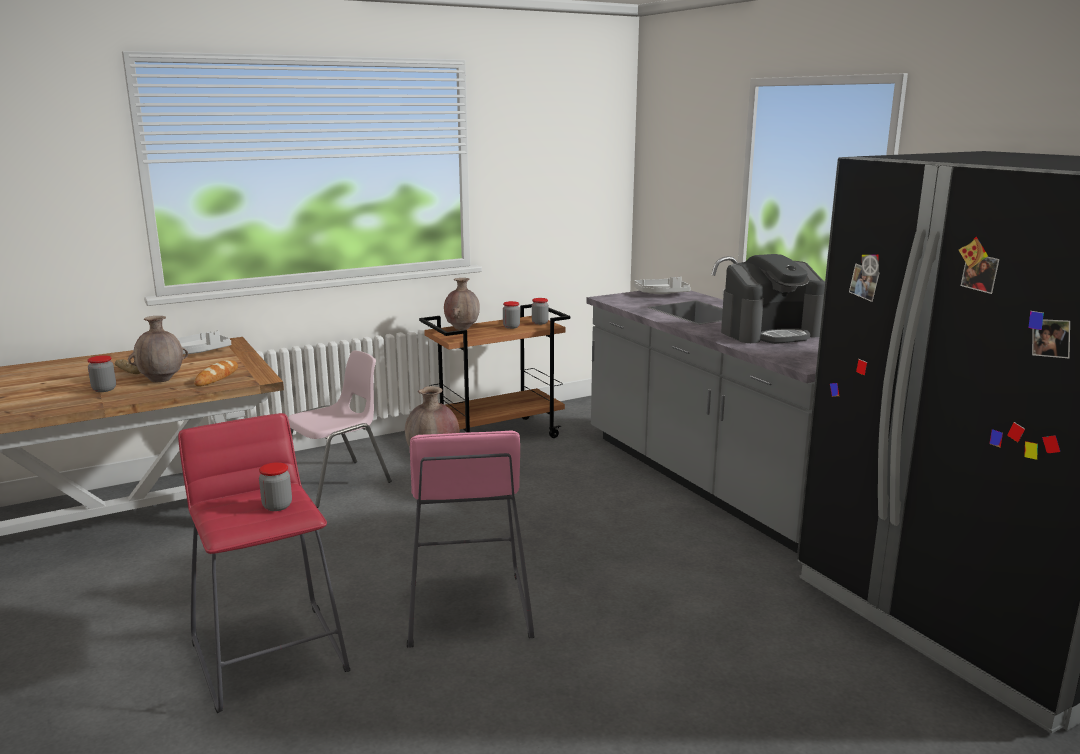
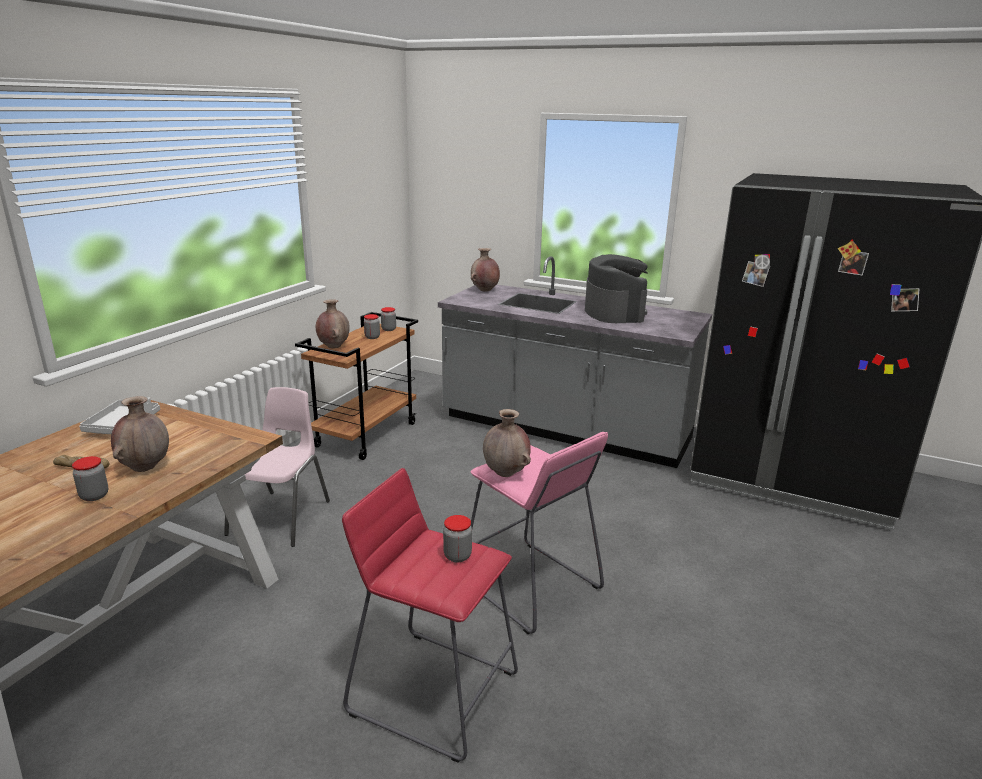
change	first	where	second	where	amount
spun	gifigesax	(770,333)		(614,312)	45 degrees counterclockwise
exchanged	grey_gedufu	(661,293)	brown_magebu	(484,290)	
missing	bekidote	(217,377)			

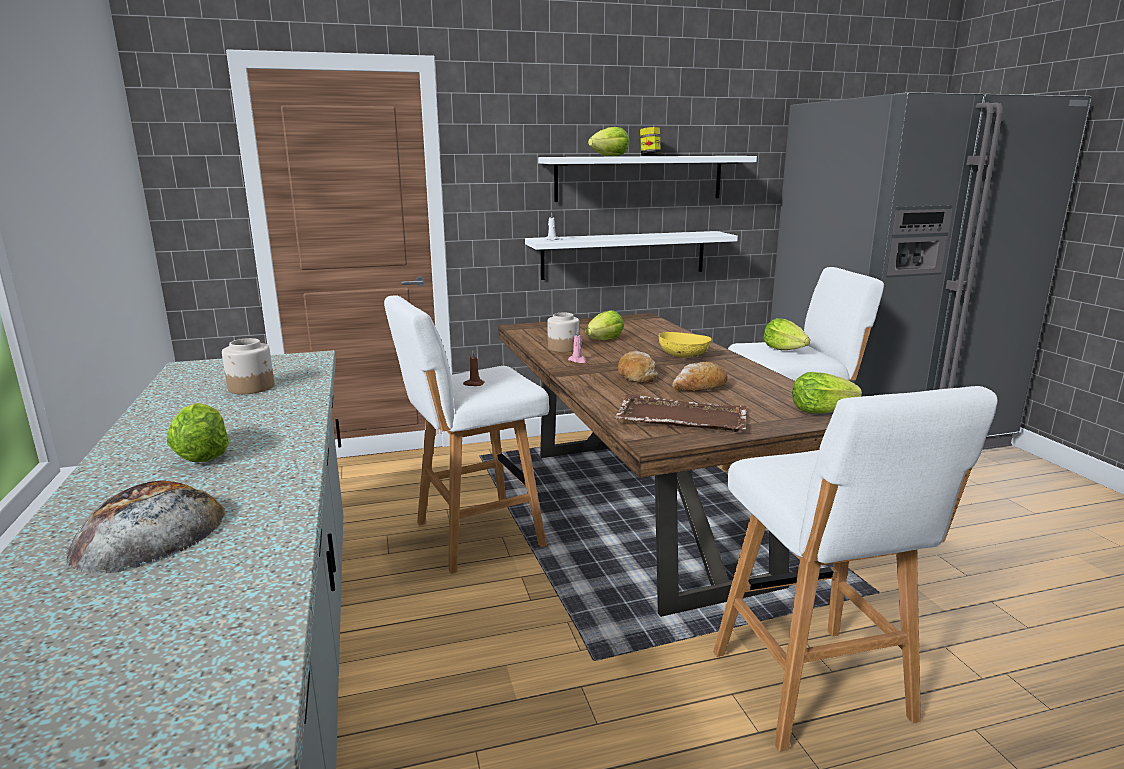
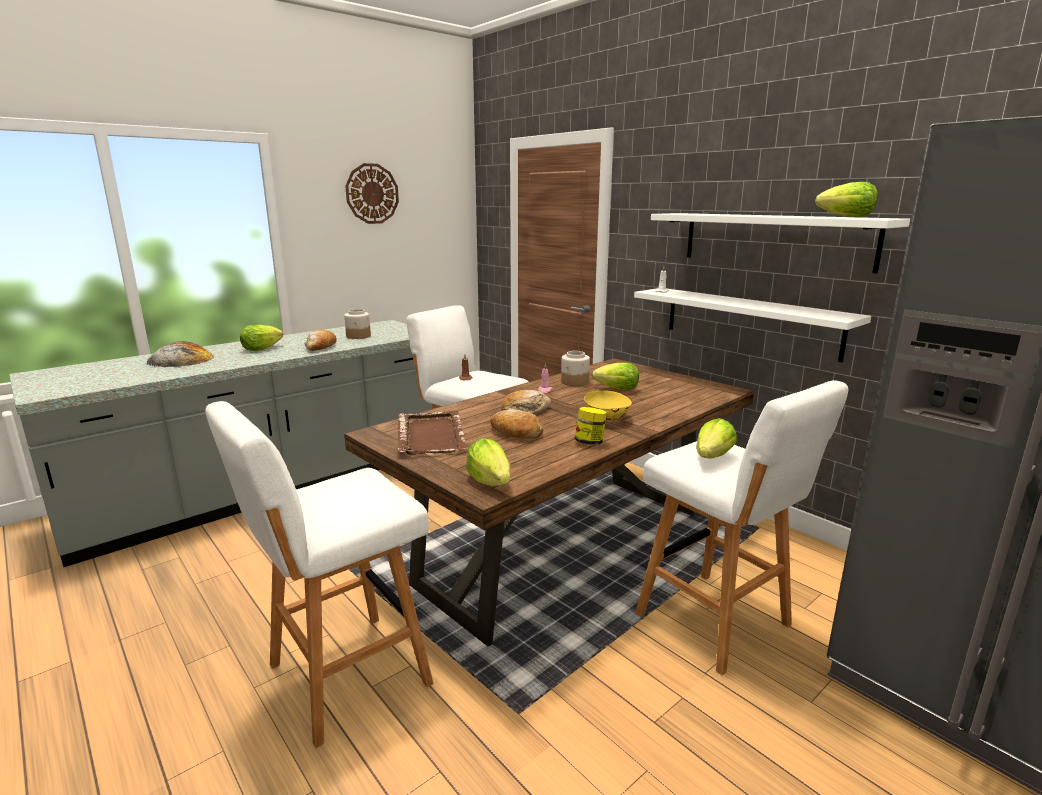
change	first	where	second	where	amount
relocated	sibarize	(610,156)		(846,217)	
relocated	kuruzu	(649,156)		(590,442)	
appeared			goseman	(372,194)	
appeared			bekidote	(320,347)	

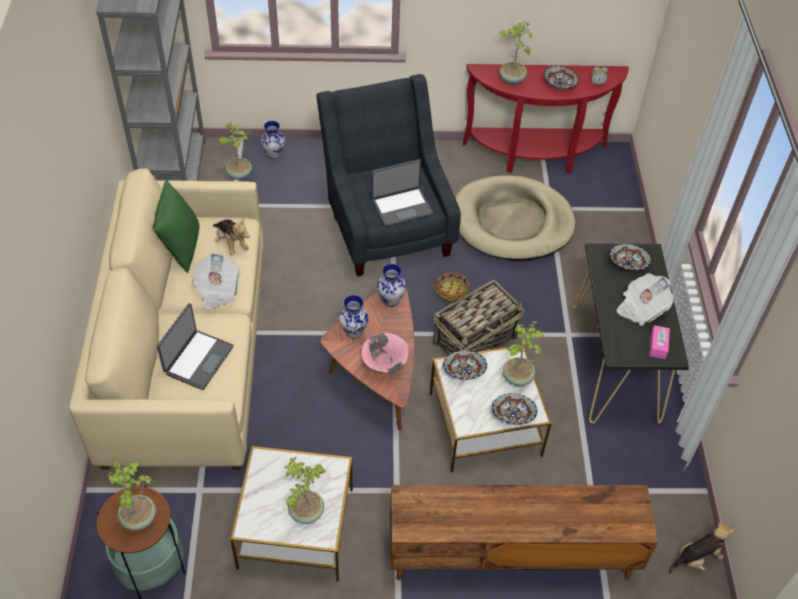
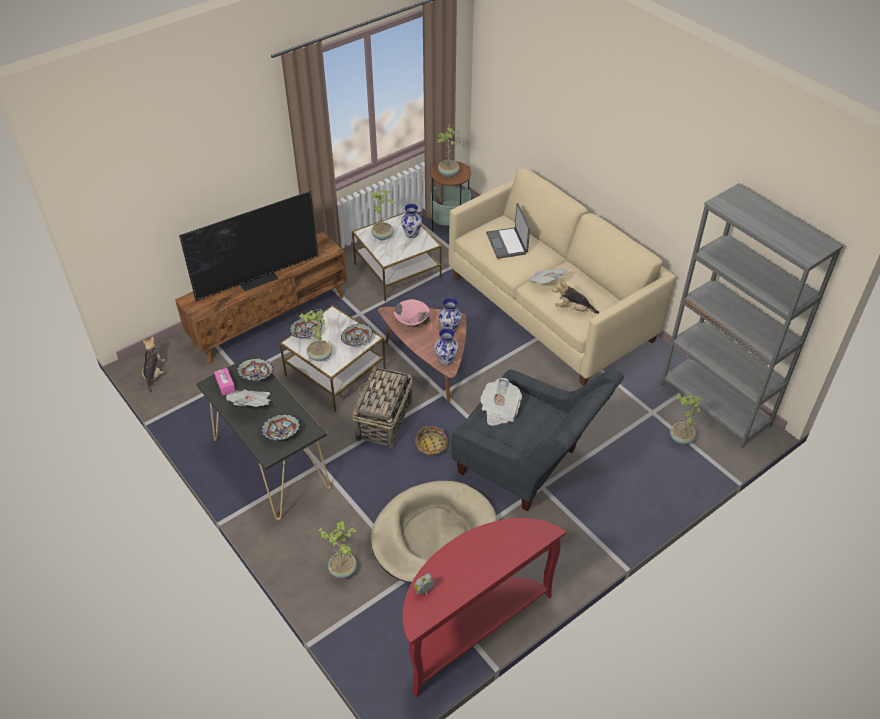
change	first	where	second	where	amount
relocated	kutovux	(511,80)		(343,569)	
relocated	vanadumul	(560,85)		(256,376)	
relocated	magebu	(273,154)		(411,234)	
exchanged	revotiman	(401,207)	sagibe	(499,410)	
missing	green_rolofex	(181,248)			
spun	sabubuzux	(697,558)		(154,374)	150 degrees clockwise
appeared			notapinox	(258,278)	

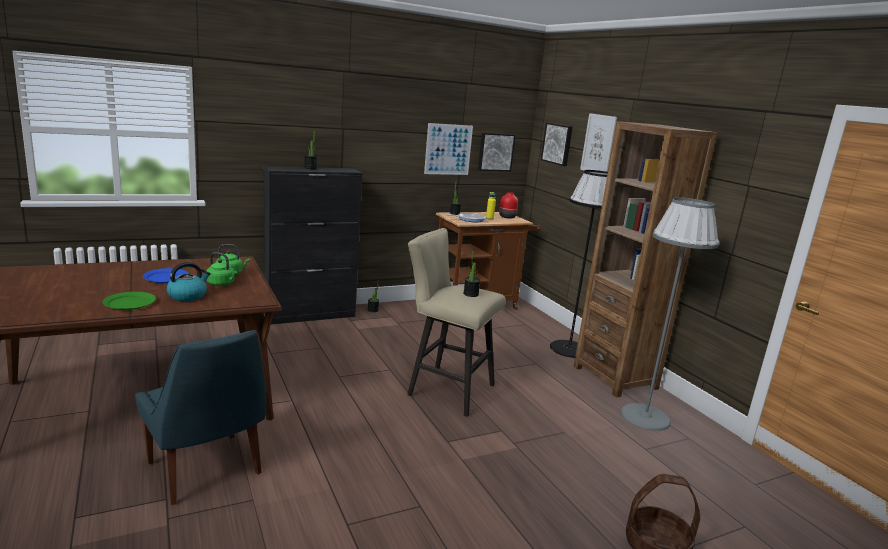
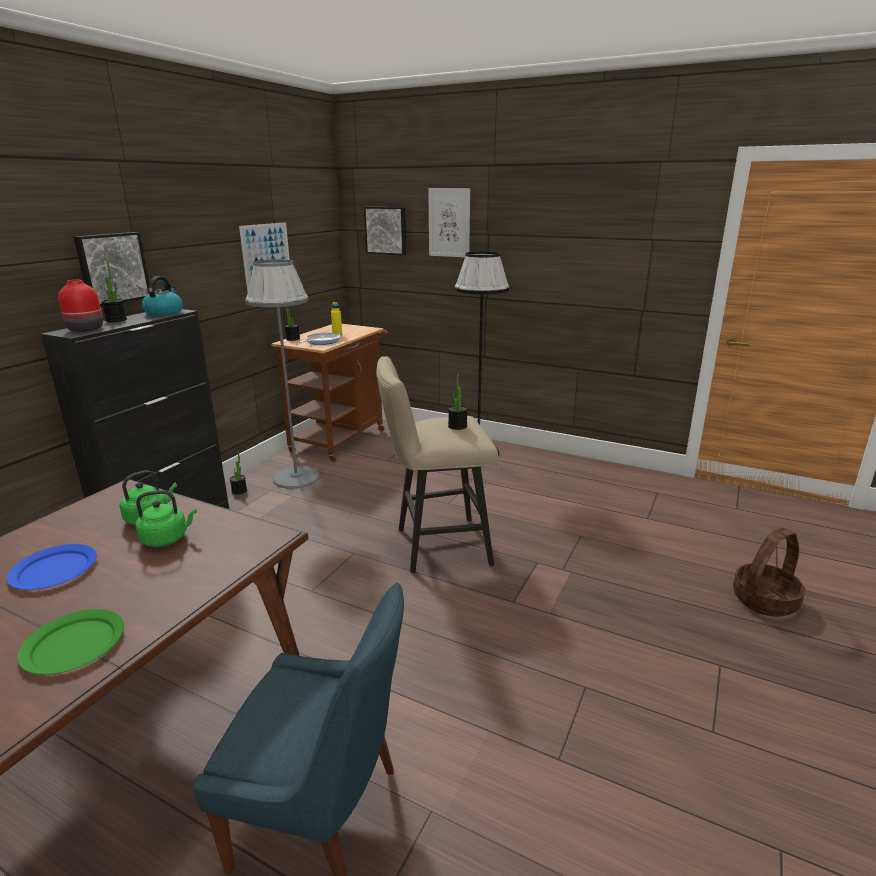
change	first	where	second	where	amount
missing	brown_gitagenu	(615,377)			
relocated	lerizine	(495,152)		(112,268)	
relocated	red_magebu	(507,217)		(86,329)	
relocated	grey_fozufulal	(644,417)		(296,478)	
relocated	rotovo	(188,296)		(164,313)	

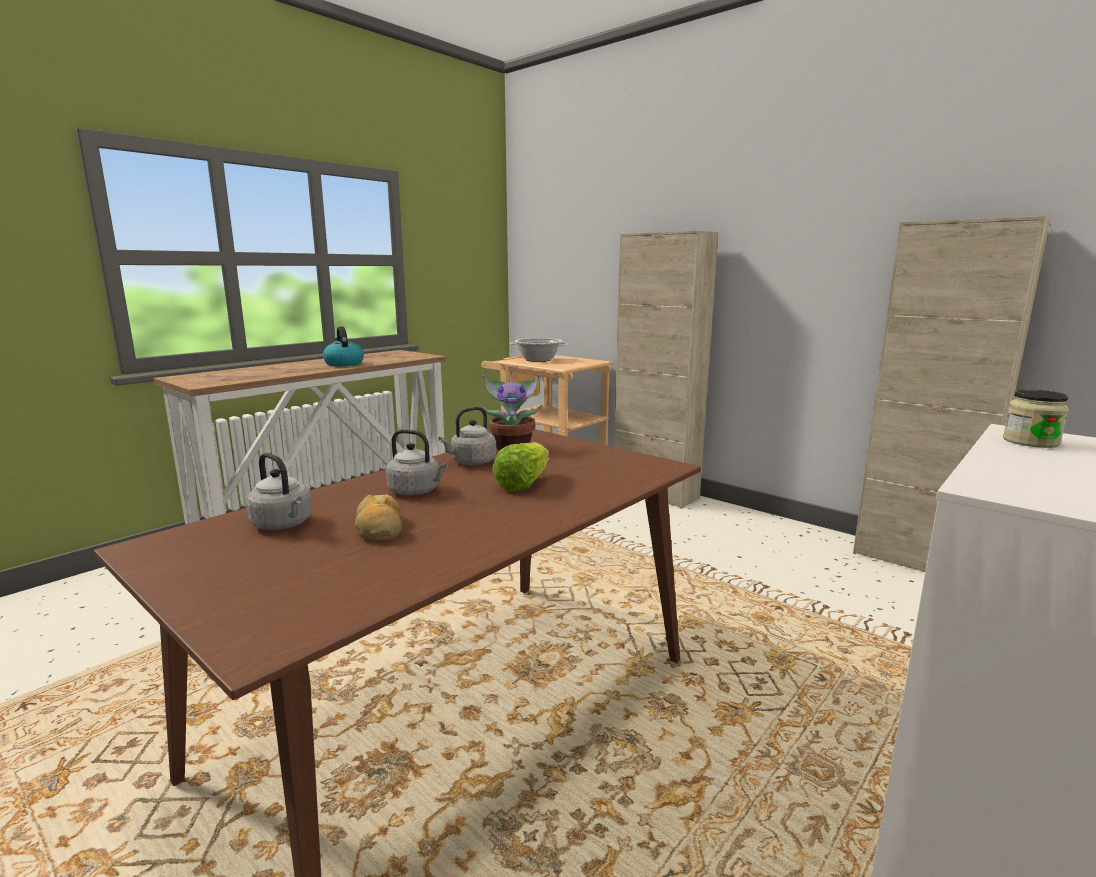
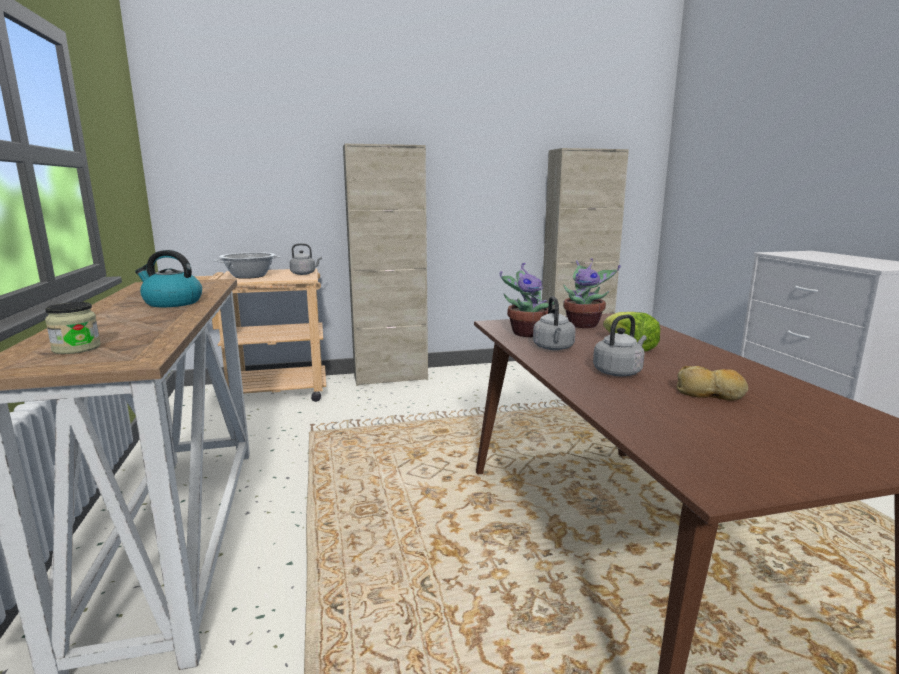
change	first	where	second	where	amount
relocated	kuruzu	(1030,441)		(76,348)	
relocated	grey_rotovo	(284,524)		(304,274)	
appeared			kutovux	(584,325)	

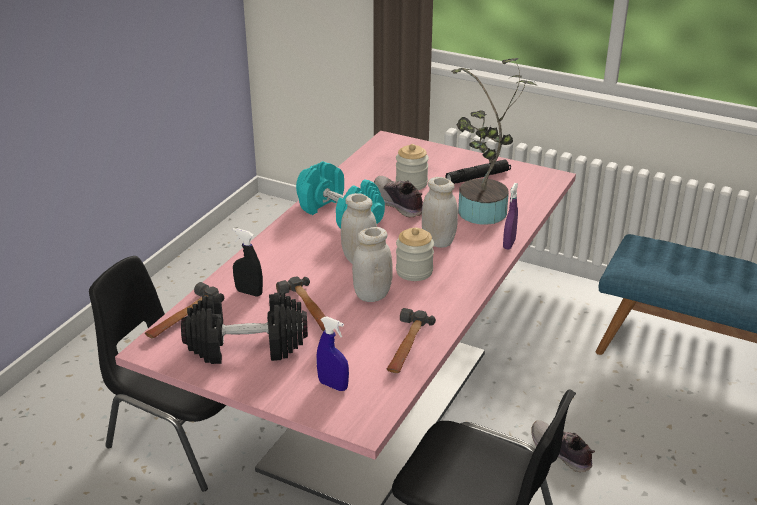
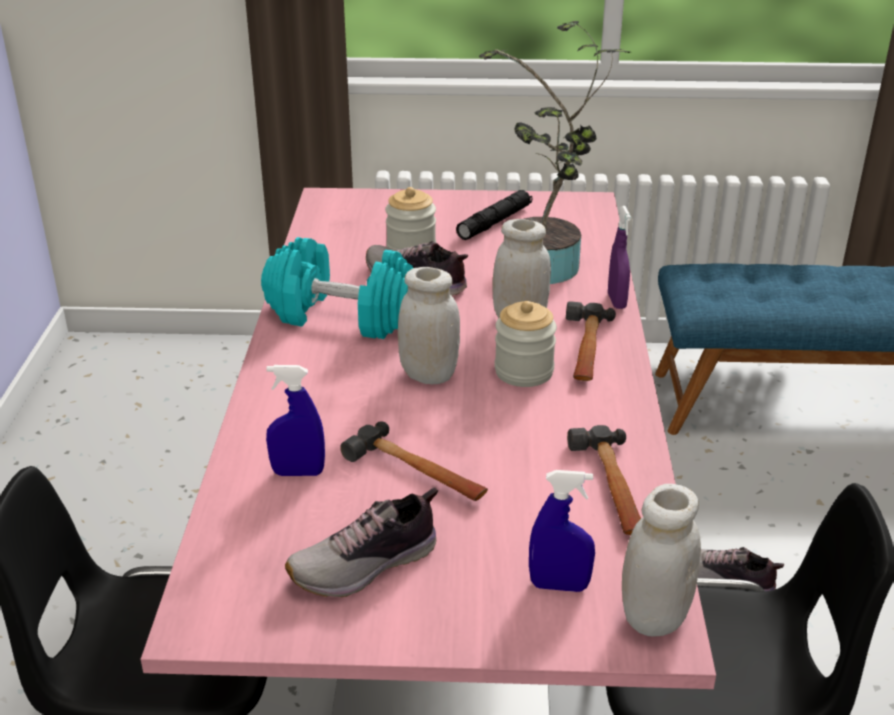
change	first	where	second	where	amount
relocated	white_kuruzu	(372,295)		(654,617)	
colour	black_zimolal	(249,292)	blue_zimolal	(298,472)	
relocated	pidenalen	(183,317)		(585,349)	
exchanged	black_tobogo	(246,347)	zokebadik	(367,565)	

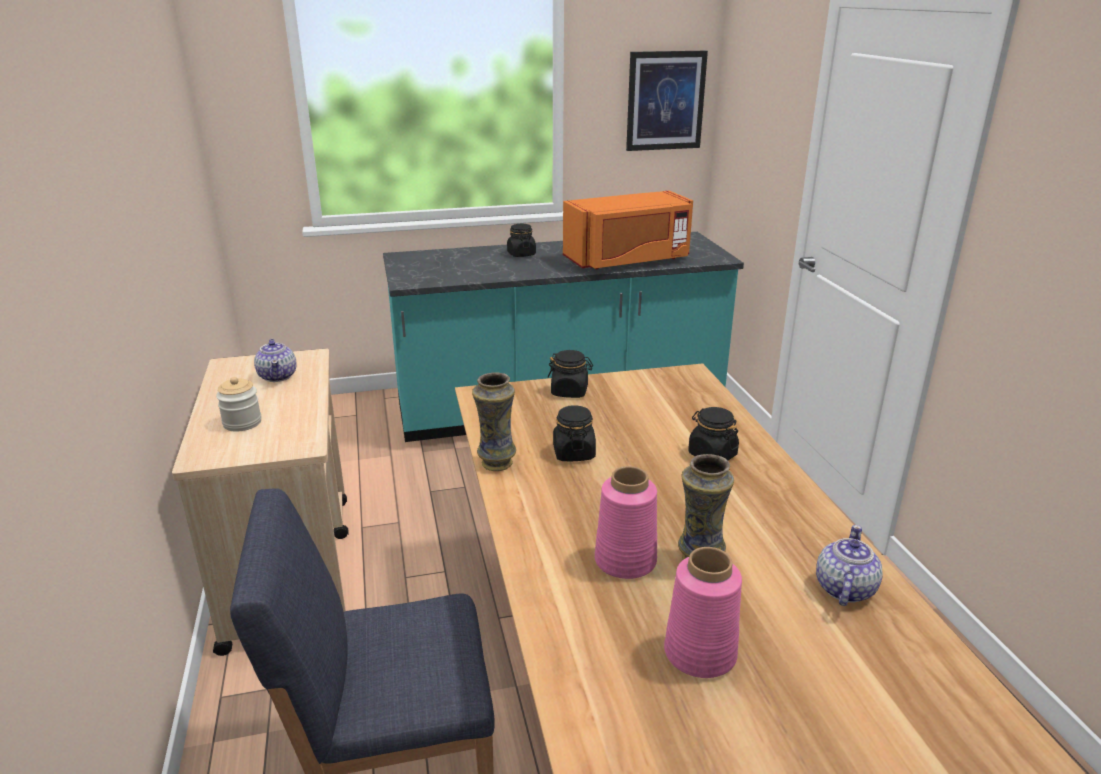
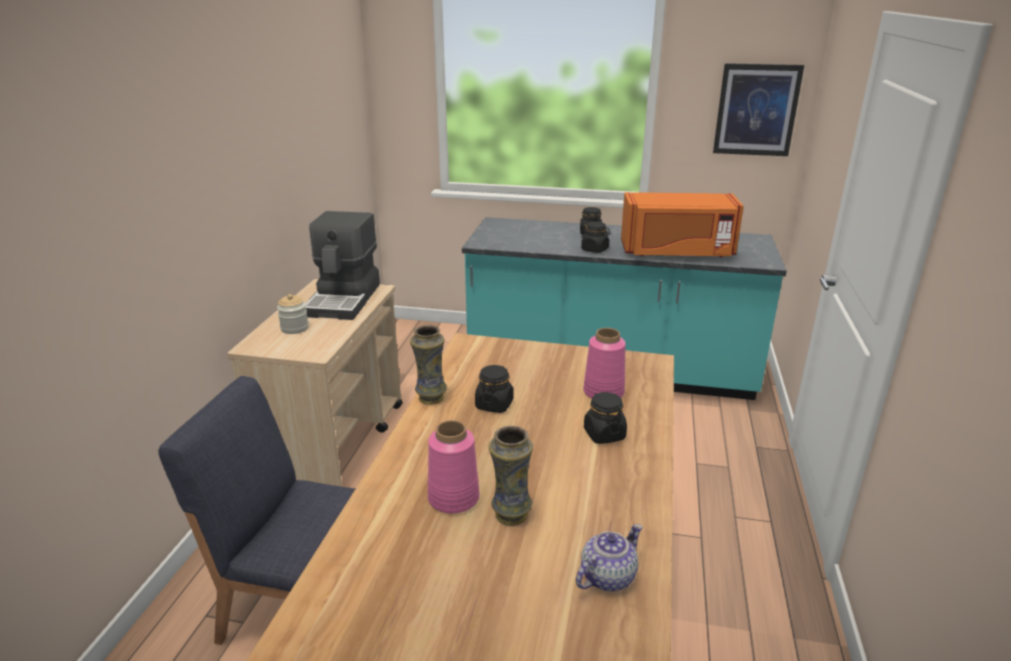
change	first	where	second	where	amount
exchanged	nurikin	(278,376)	gifigesax	(344,299)	
relocated	black_kuruzu	(570,391)		(595,249)	
relocated	pink_magebu	(700,654)		(603,392)	

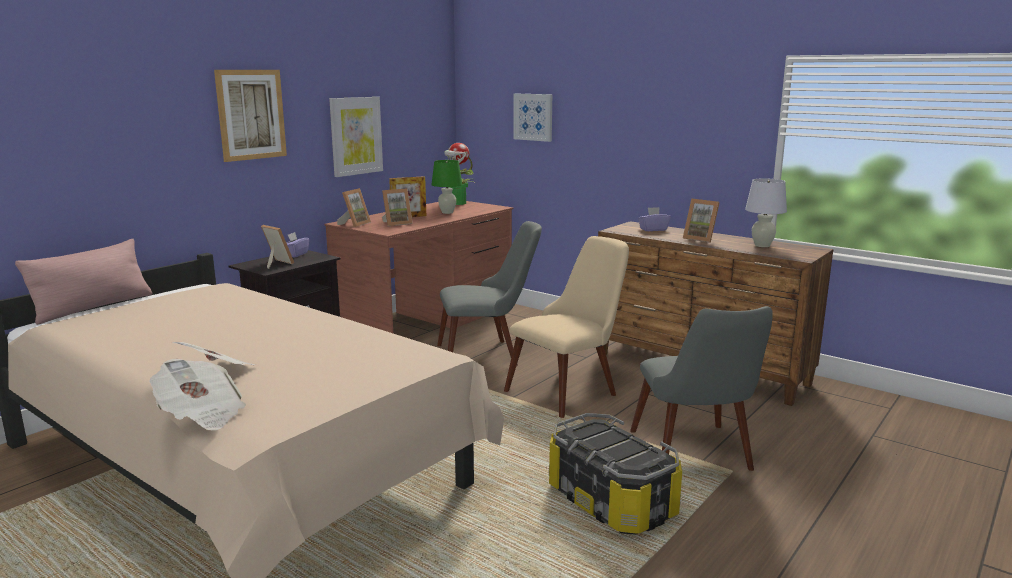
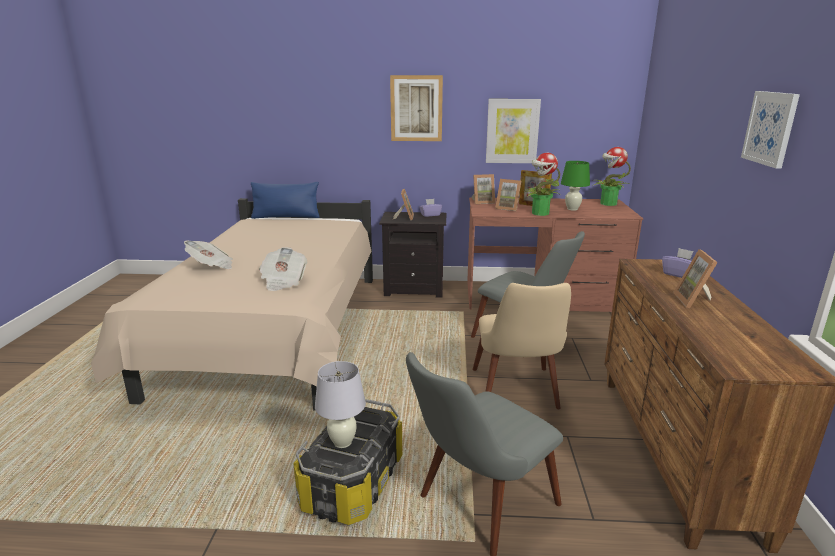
change	first	where	second	where	amount
relocated	lerizine	(533,117)		(770,128)	
relocated	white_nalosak	(762,245)		(342,442)	
spun	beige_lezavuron	(570,389)		(517,395)	75 degrees clockwise
colour	pink_rolofex	(93,307)	blue_rolofex	(286,217)	
relocated	sagibe	(201,415)		(283,281)	
appeared			kutovux	(539,213)	

